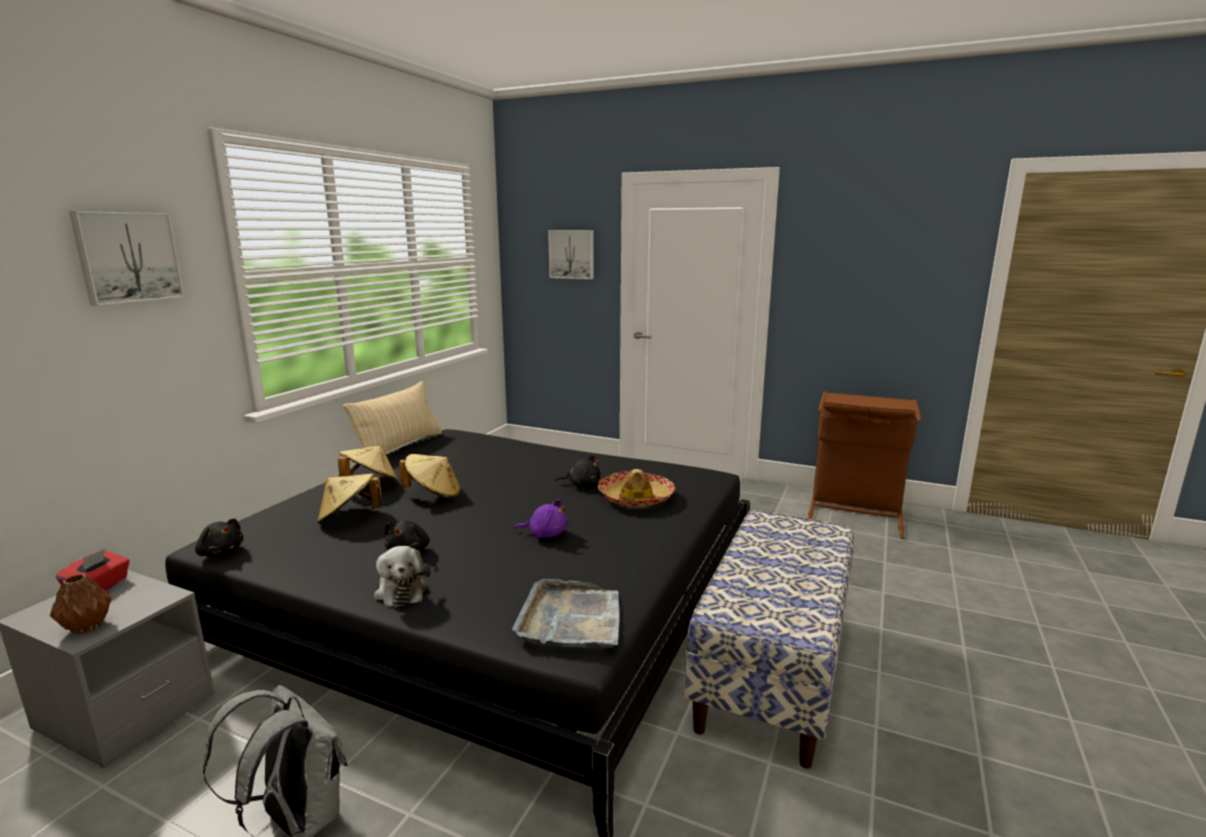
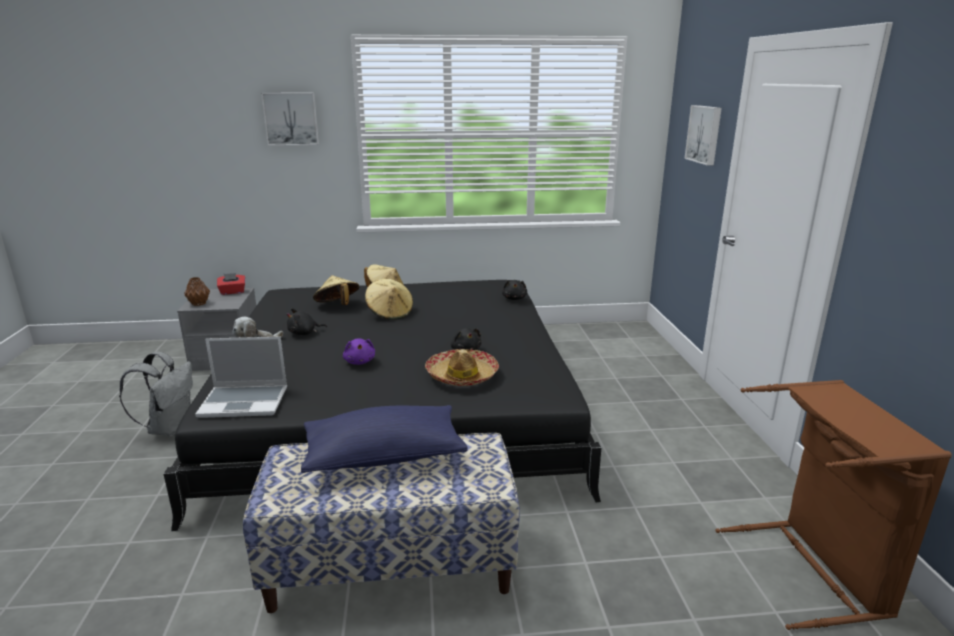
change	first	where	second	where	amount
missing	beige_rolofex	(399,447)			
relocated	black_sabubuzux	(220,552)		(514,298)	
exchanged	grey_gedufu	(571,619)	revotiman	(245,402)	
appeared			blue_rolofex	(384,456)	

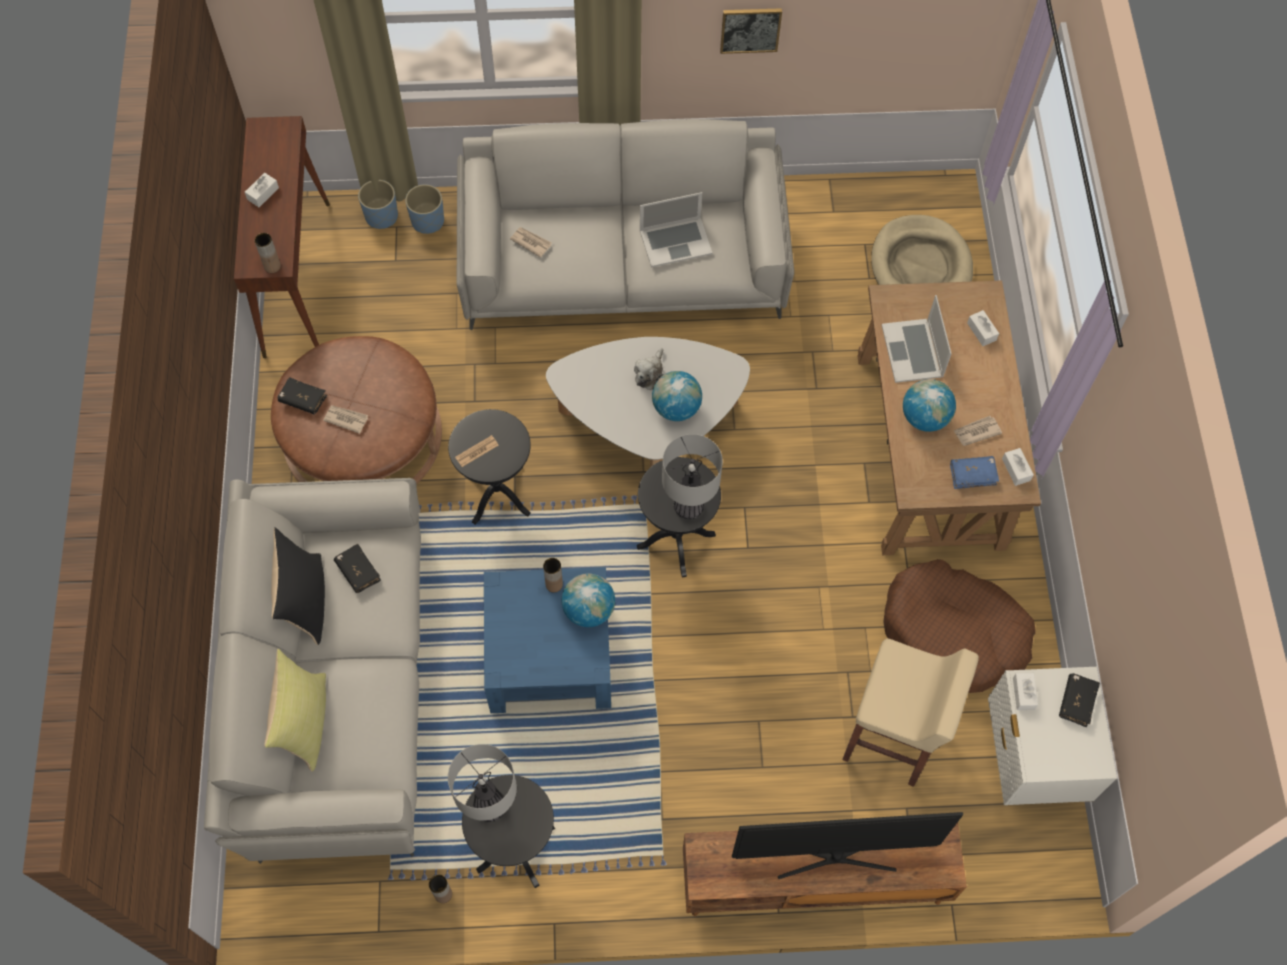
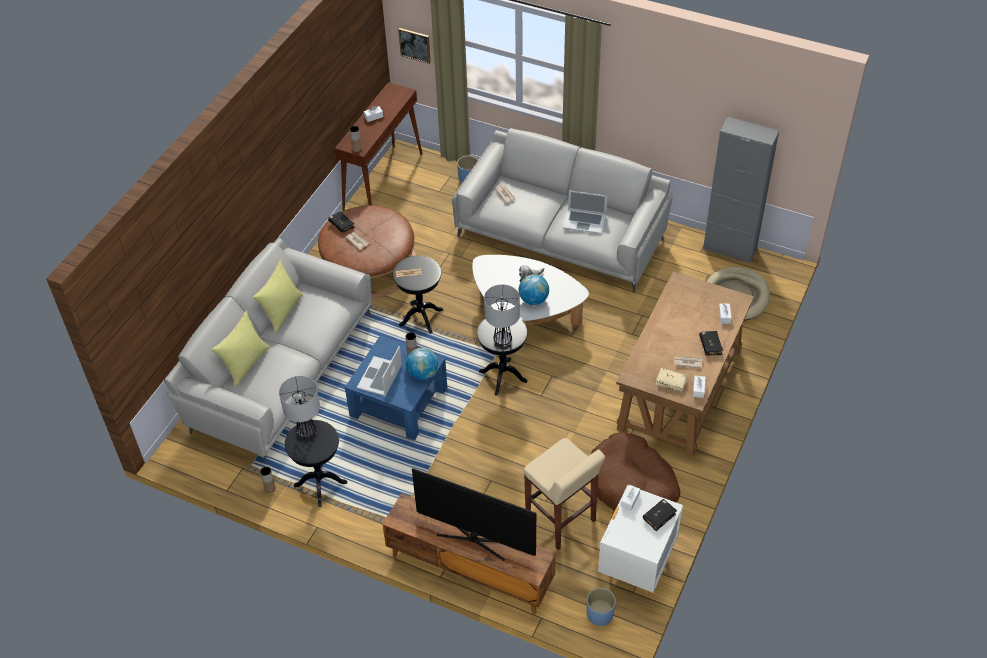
change	first	where	second	where	amount
relocated	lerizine	(750,29)		(415,45)	
relocated	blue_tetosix	(382,216)		(600,614)	
relocated	revotiman	(913,351)		(380,376)	
missing	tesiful	(924,417)			
colour	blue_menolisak	(972,475)	beige_menolisak	(671,382)	
colour	black_rolofex	(305,600)	yellow_rolofex	(282,311)	
relocated	black_menolisak	(358,571)		(710,346)	
appeared			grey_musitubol	(729,249)	

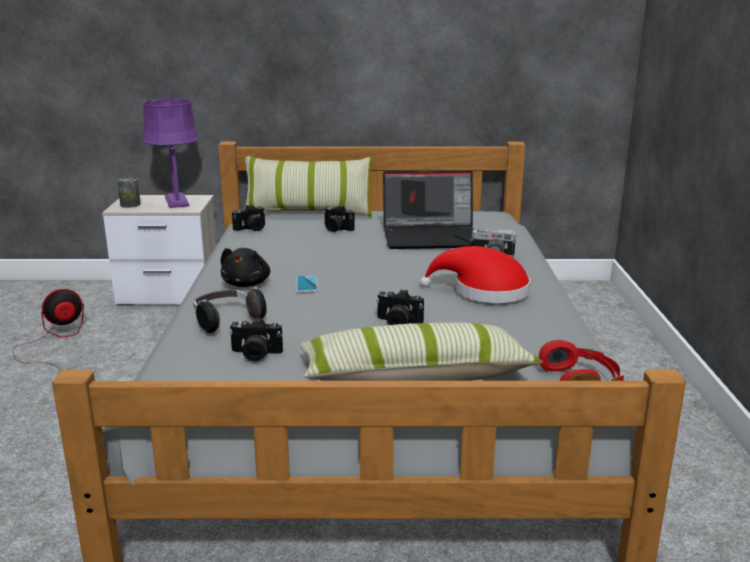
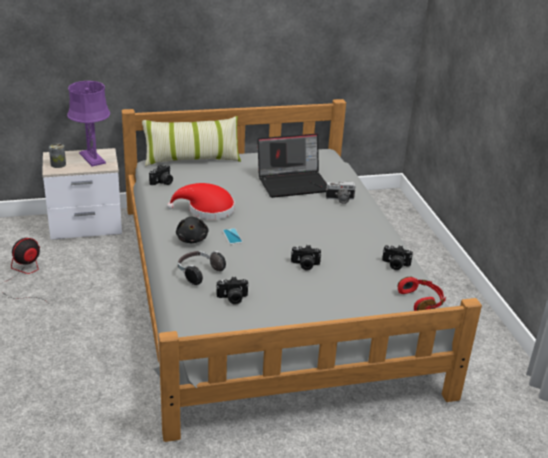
change	first	where	second	where	amount
relocated	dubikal	(336,229)		(395,265)	
relocated	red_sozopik	(484,291)		(207,209)	
missing	rolofex	(414,377)			

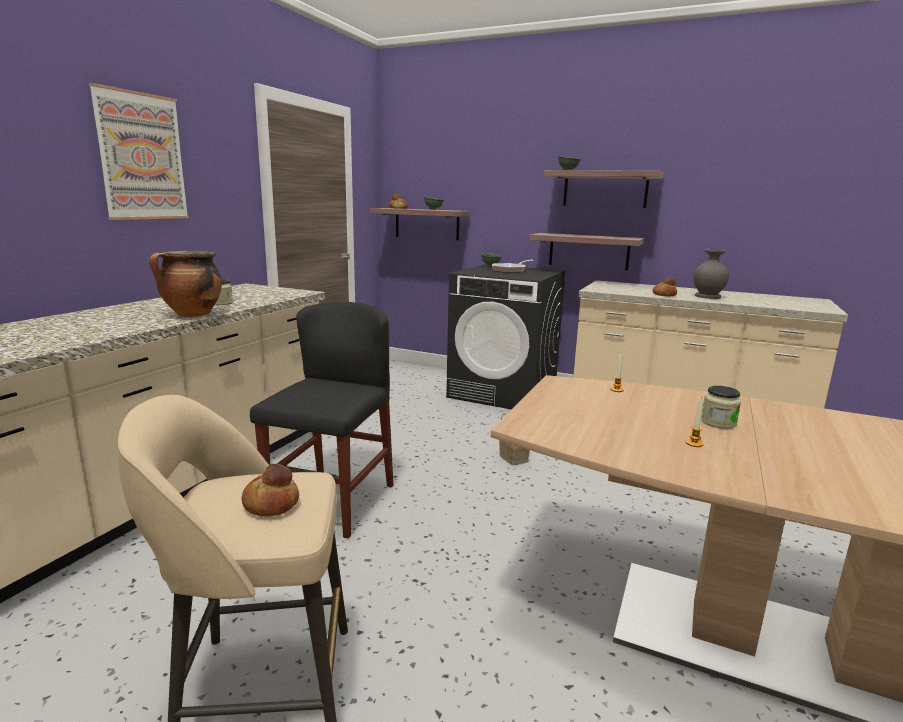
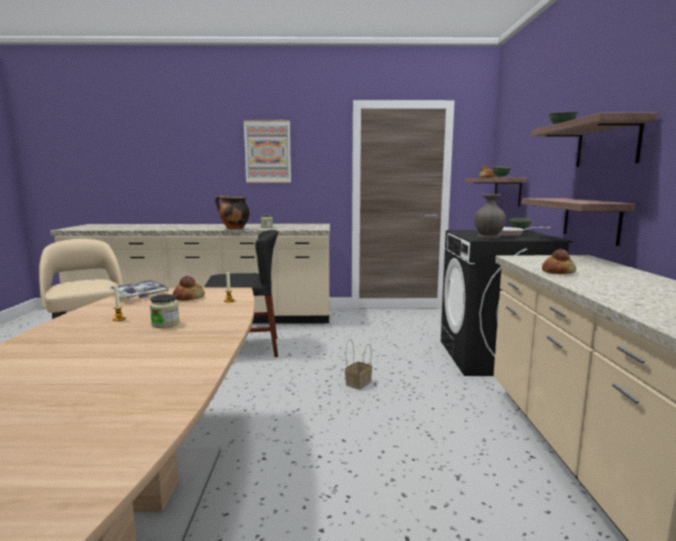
change	first	where	second	where	amount
relocated	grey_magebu	(707,296)		(489,237)	
relocated	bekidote	(270,504)		(188,297)	
appeared			gedufu	(140,295)	

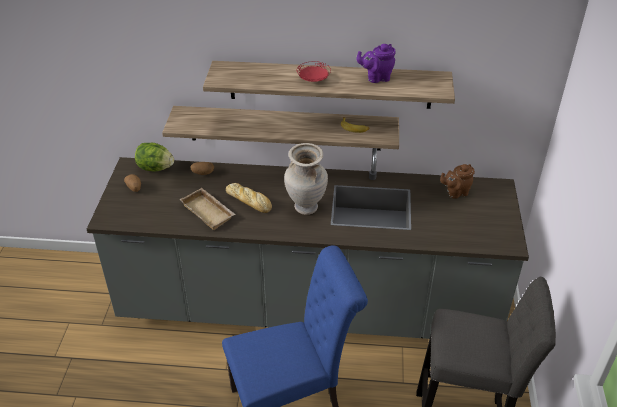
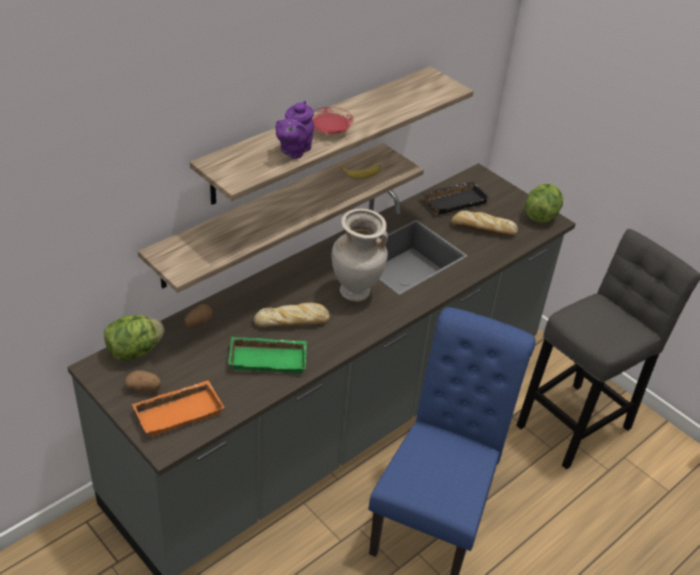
change	first	where	second	where	amount
relocated	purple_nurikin	(376,78)		(293,151)	
exchanged	brown_nurikin	(455,192)	black_gedufu	(454,201)	
colour	beige_gedufu	(209,212)	green_gedufu	(269,358)	
appeared			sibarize	(541,216)	
appeared			bekidote	(482,228)	
appeared			orange_gedufu	(179,411)	

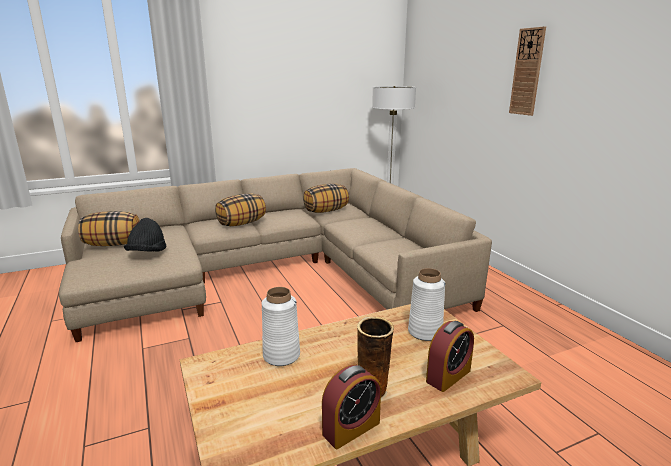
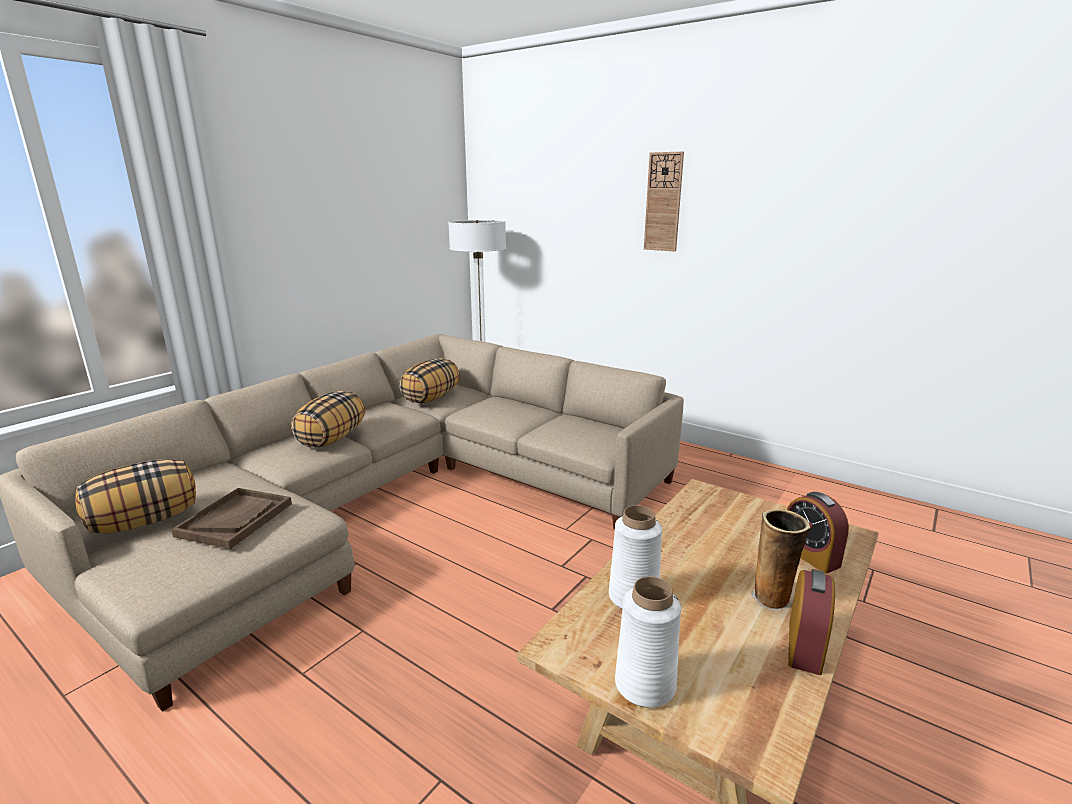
change	first	where	second	where	amount
exchanged	black_sozopik	(147,253)	brown_gedufu	(235,519)	
relocated	white_magebu	(424,332)		(644,684)	
spun	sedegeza	(448,376)		(809,555)	135 degrees clockwise

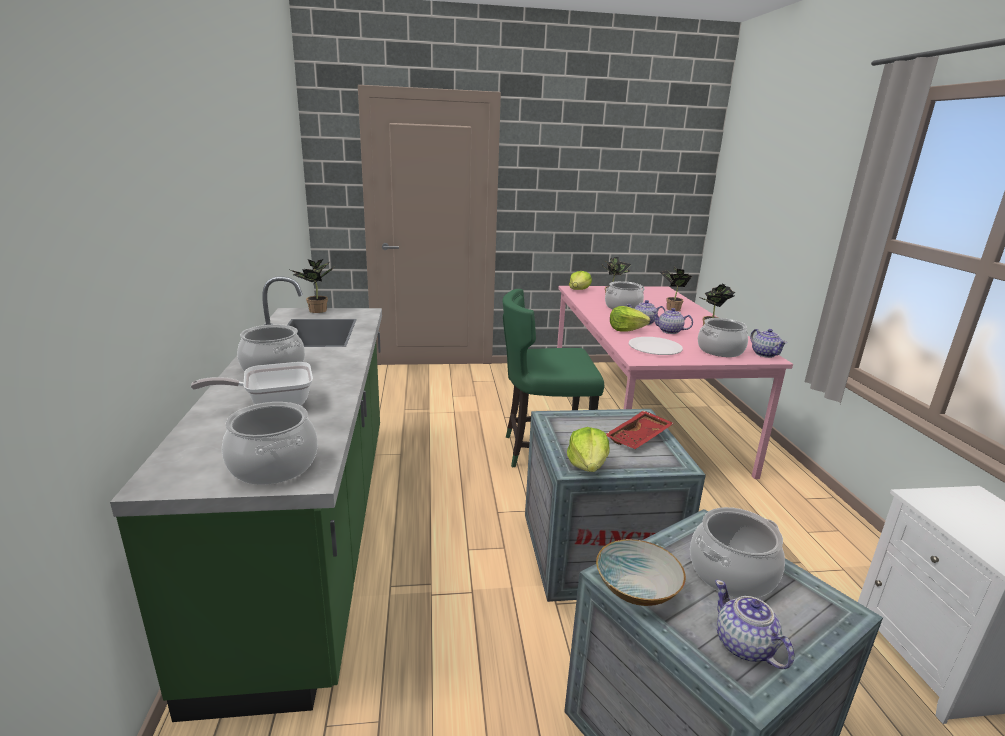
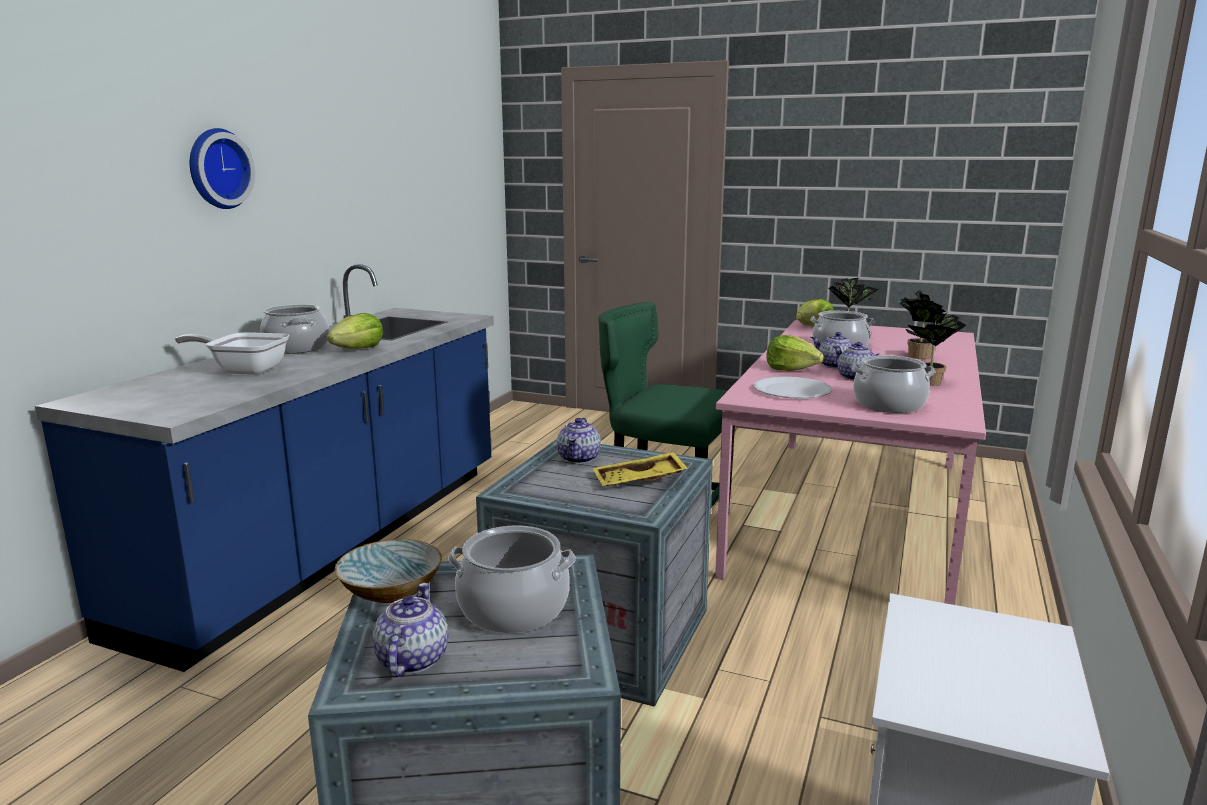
change	first	where	second	where	amount
missing	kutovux	(316,311)			
colour	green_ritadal	(313,534)	blue_ritadal	(334,543)	
relocated	nurikin	(765,354)		(579,458)	
missing	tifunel	(272,465)			
colour	red_gedufu	(639,438)	yellow_gedufu	(639,481)	
relocated	sibarize	(588,465)		(358,349)	
appeared			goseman	(217,169)	

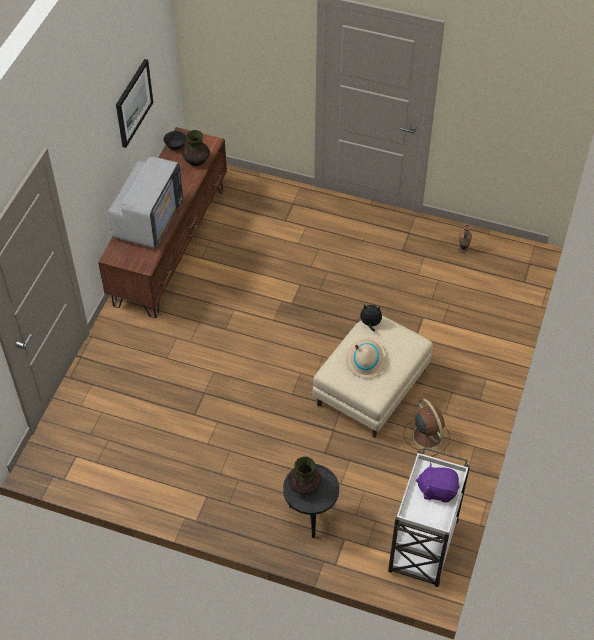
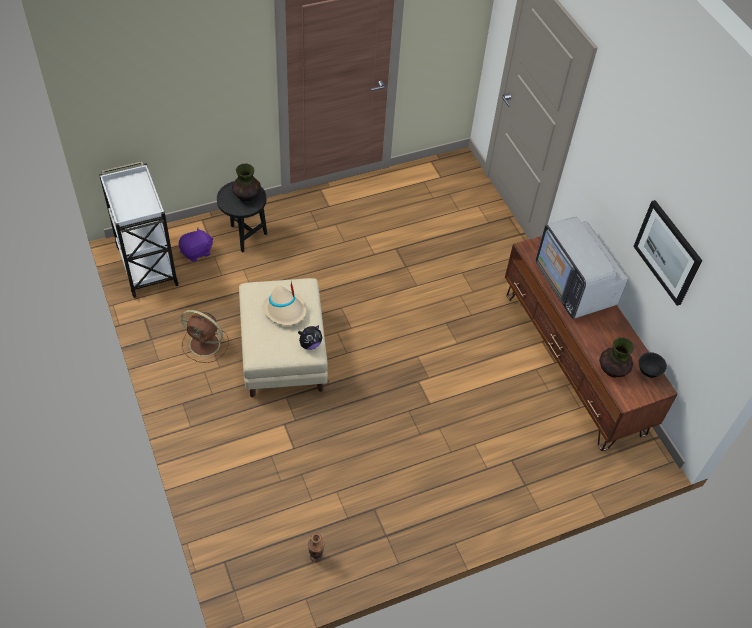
change	first	where	second	where	amount
relocated	purple_sabubuzux	(437,490)		(197,252)	

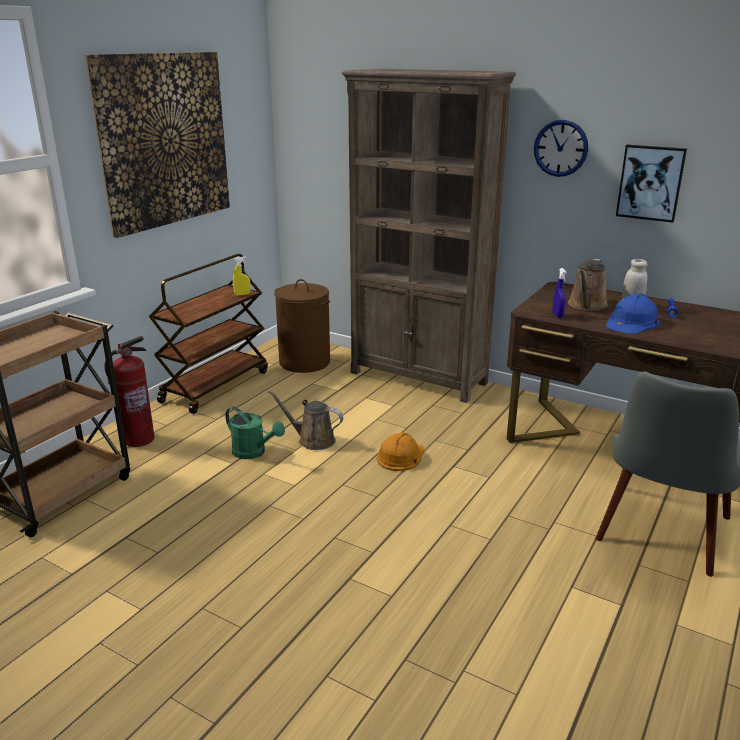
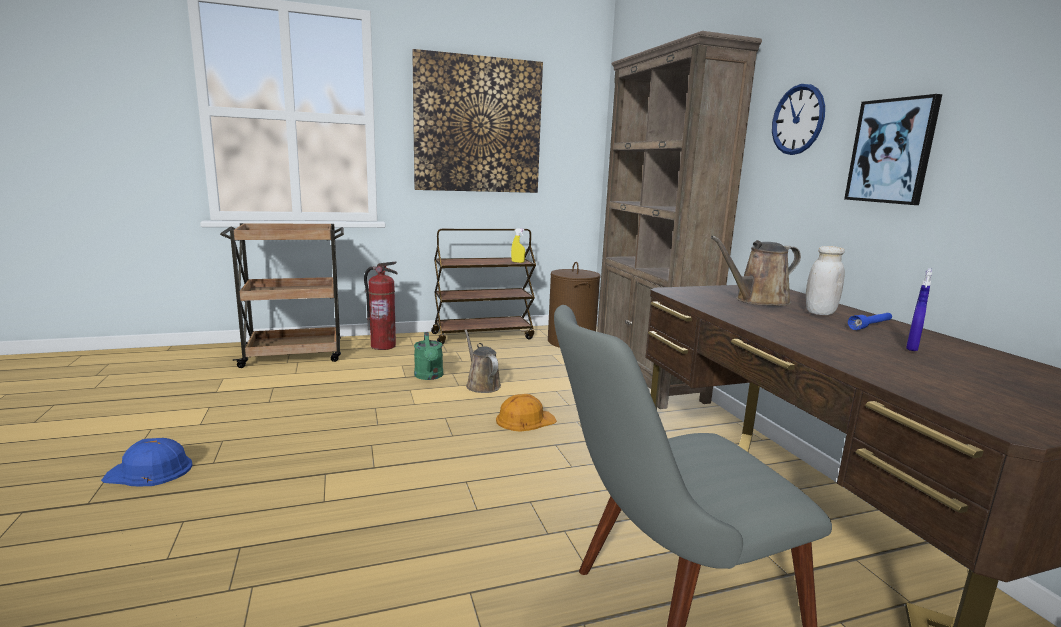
change	first	where	second	where	amount
relocated	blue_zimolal	(557,315)		(911,348)	
relocated	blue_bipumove	(632,322)		(150,471)	

